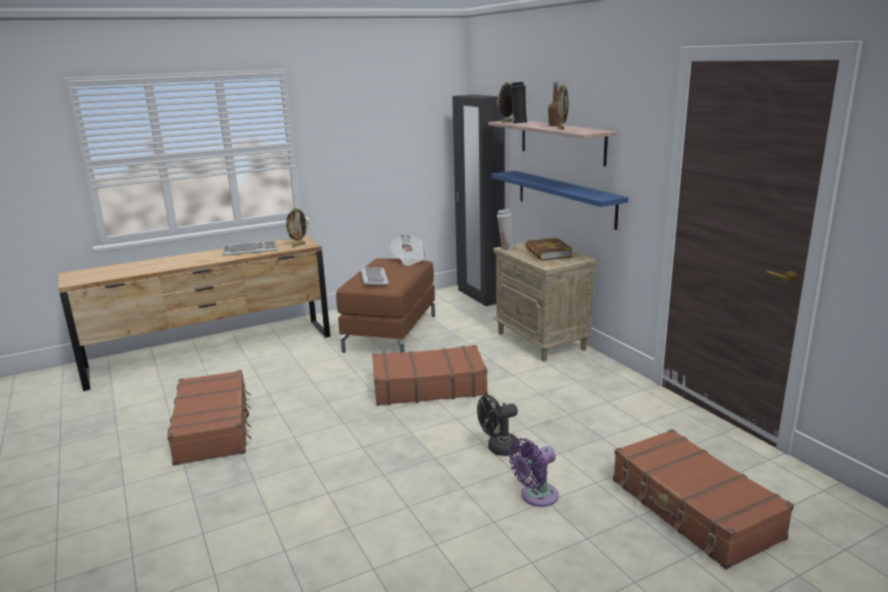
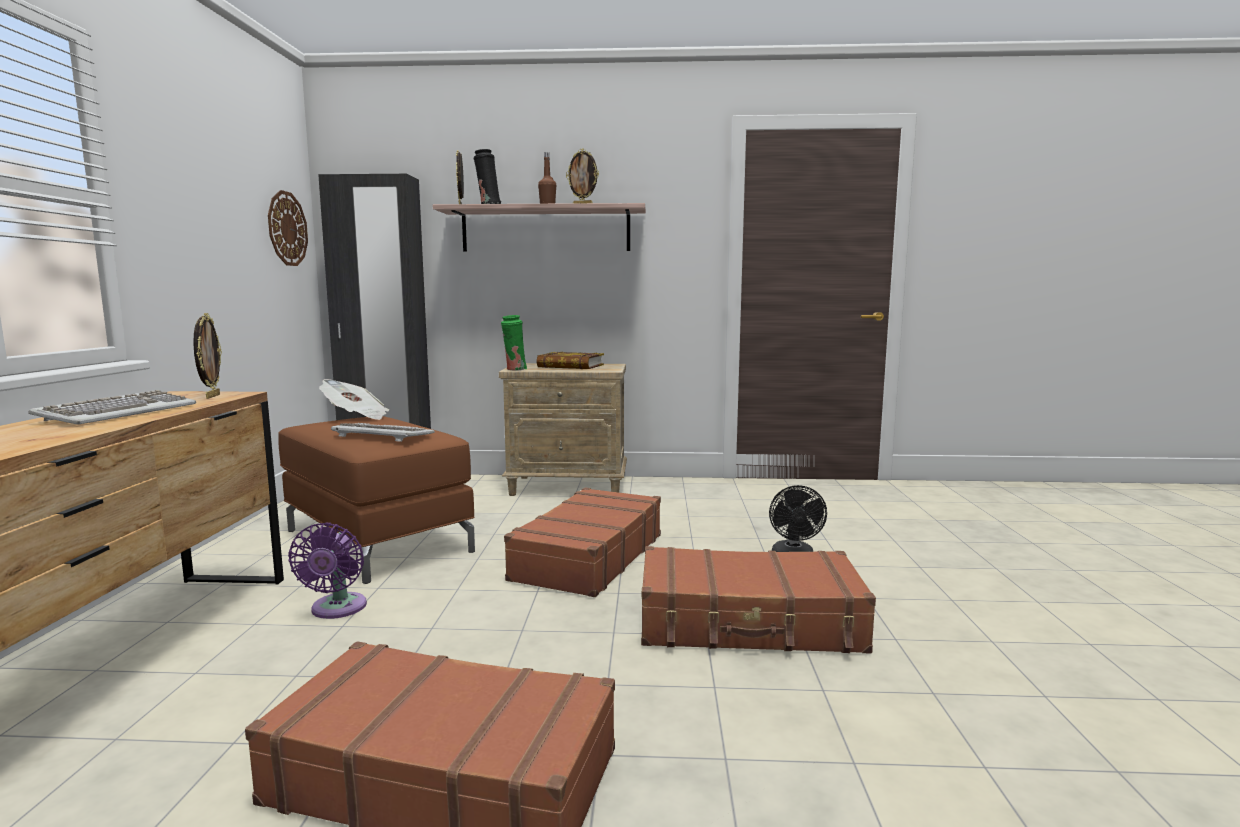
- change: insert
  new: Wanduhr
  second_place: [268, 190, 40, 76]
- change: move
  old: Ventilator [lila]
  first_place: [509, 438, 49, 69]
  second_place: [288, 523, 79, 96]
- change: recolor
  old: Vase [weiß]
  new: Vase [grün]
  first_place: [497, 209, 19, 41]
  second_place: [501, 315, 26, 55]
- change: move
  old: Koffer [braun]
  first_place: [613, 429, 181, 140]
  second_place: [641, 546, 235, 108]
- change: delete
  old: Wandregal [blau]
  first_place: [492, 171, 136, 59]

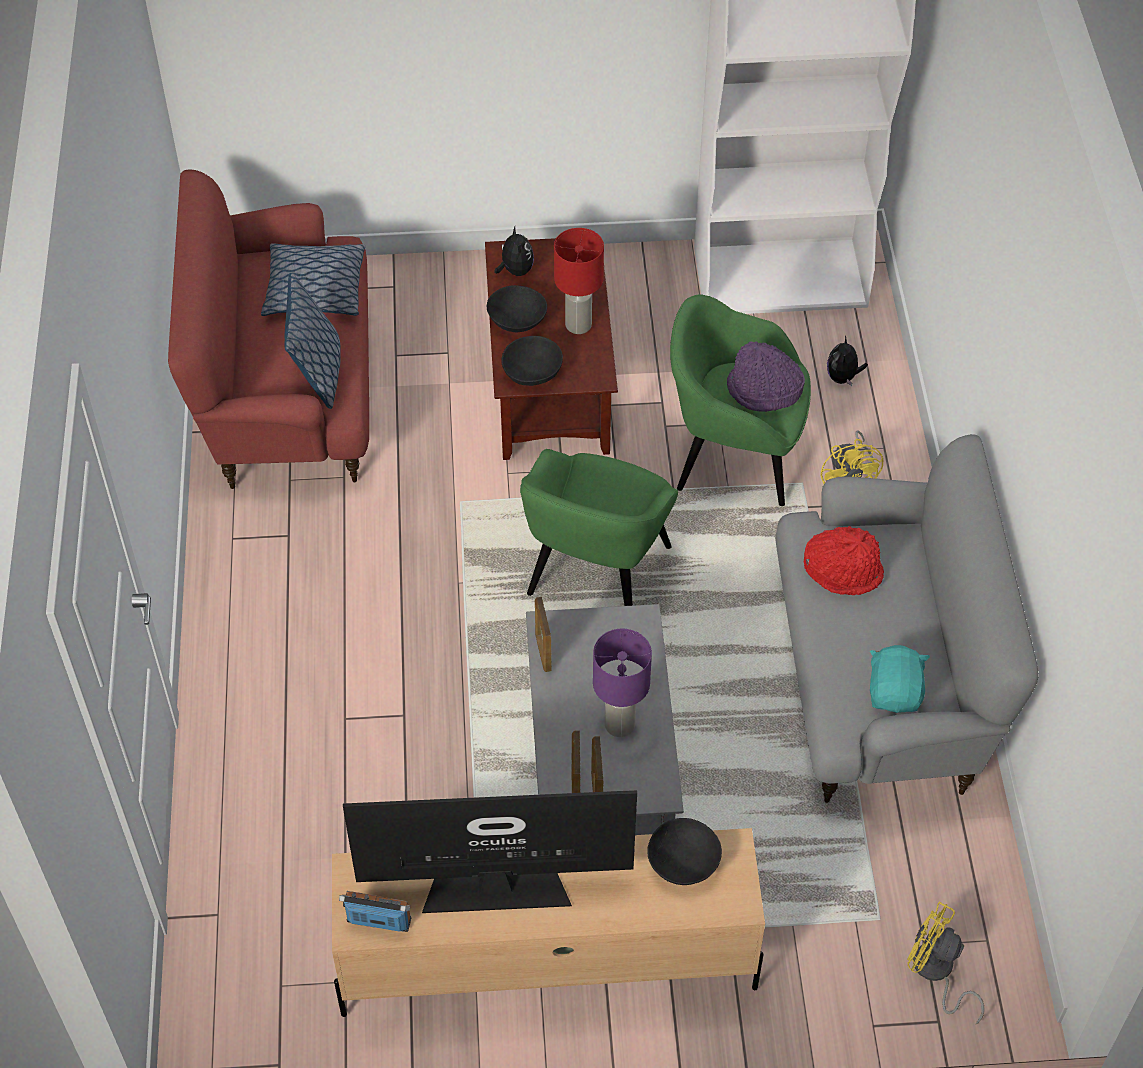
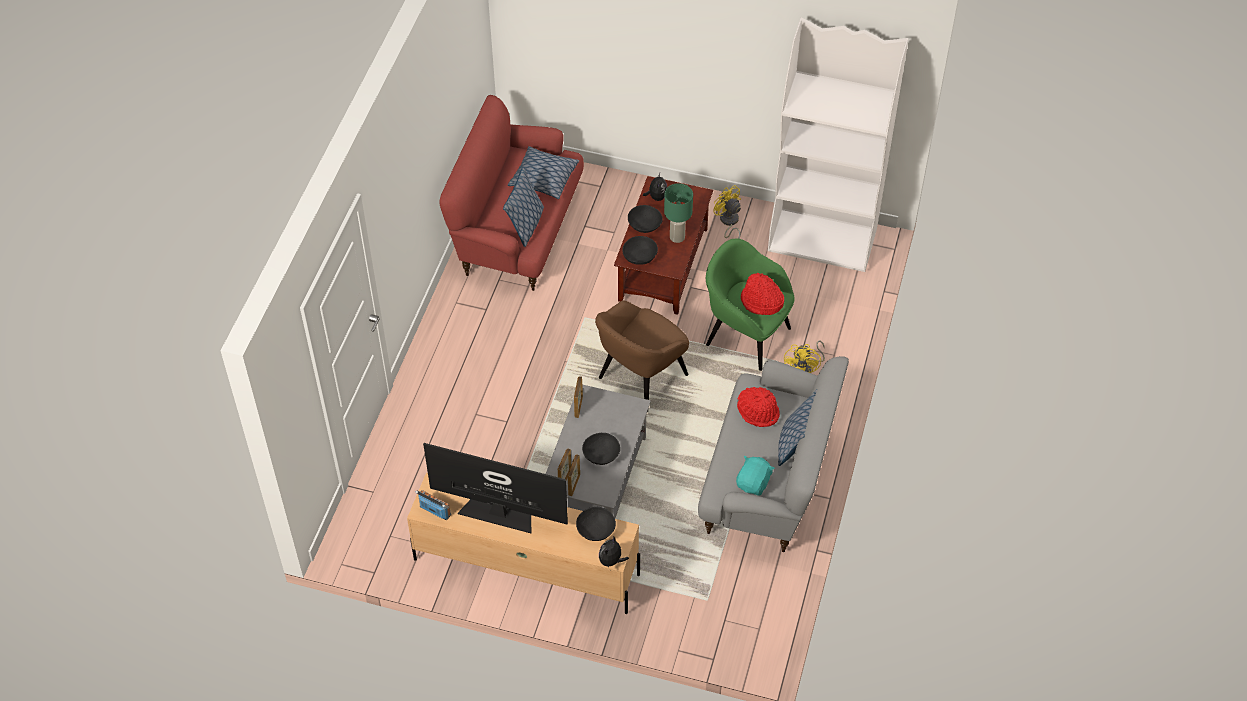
- change: replace
  old: Tischlampe [lila]
  new: Schüssel [schwarz]
  first_place: [593, 629, 59, 108]
  second_place: [582, 433, 38, 32]
- change: recolor
  old: Sessel [grün]
  new: Sessel [braun]
  first_place: [520, 449, 158, 157]
  second_place: [595, 301, 94, 111]
- change: move
  old: Plüschtier
  first_place: [827, 335, 41, 51]
  second_place: [599, 537, 30, 30]
- change: recolor
  old: Tischlampe [rot]
  new: Tischlampe [grün]
  first_place: [554, 228, 50, 106]
  second_place: [664, 183, 29, 60]
- change: move
  old: Ventilator [gelb]
  first_place: [907, 902, 77, 122]
  second_place: [713, 185, 28, 54]
- change: recolor
  old: Hut [lila]
  new: Hut [rot]
  first_place: [727, 341, 78, 71]
  second_place: [741, 273, 43, 42]
- change: insert
  new: Kissen
  second_place: [778, 389, 39, 77]

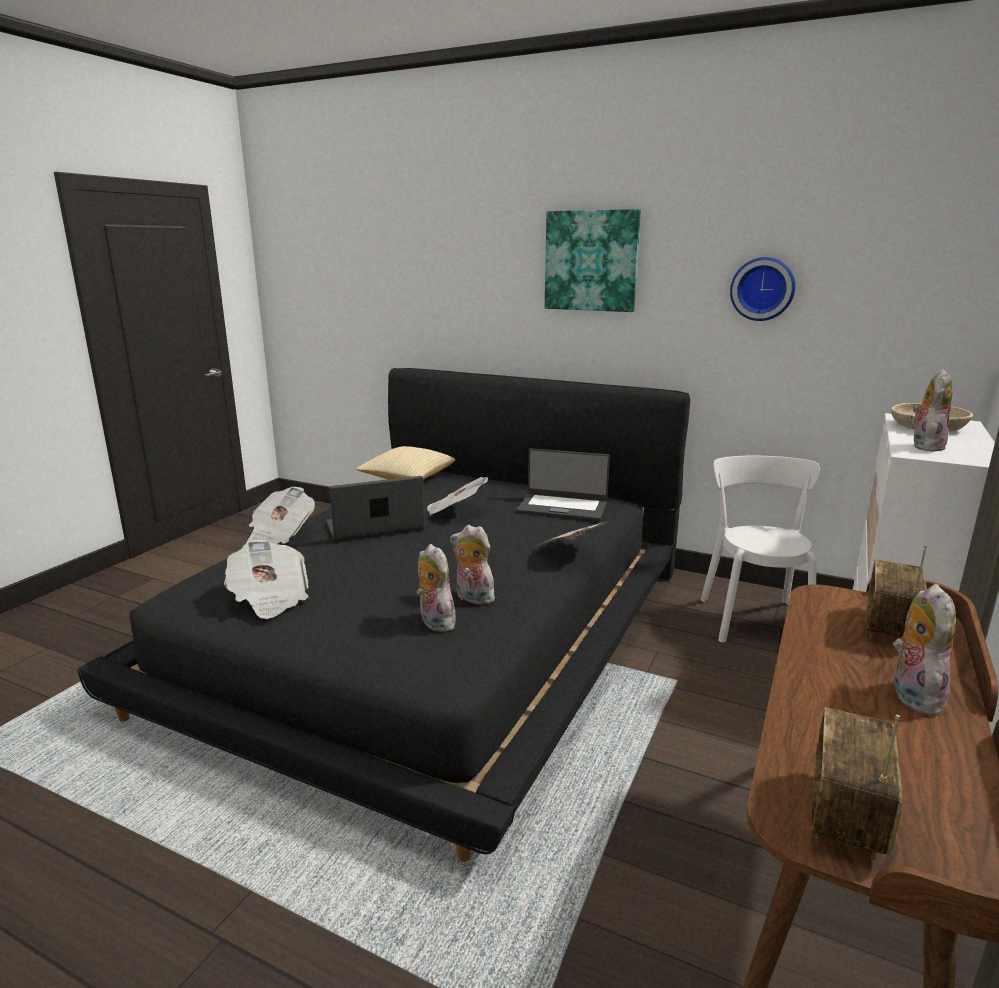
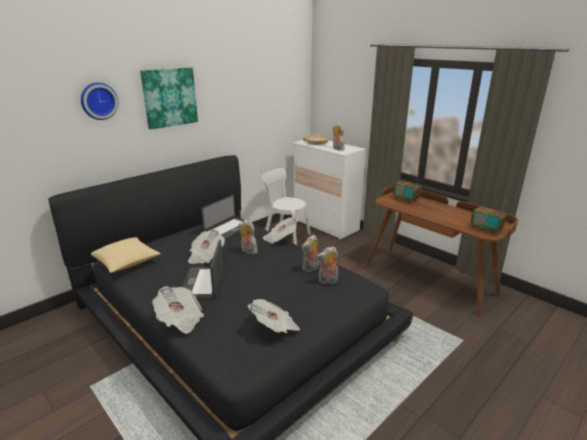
- change: move
  old: Wanduhr
  first_place: [730, 257, 65, 64]
  second_place: [81, 82, 37, 38]
- change: move
  old: Plüschtier
  first_place: [893, 584, 63, 134]
  second_place: [238, 220, 20, 34]

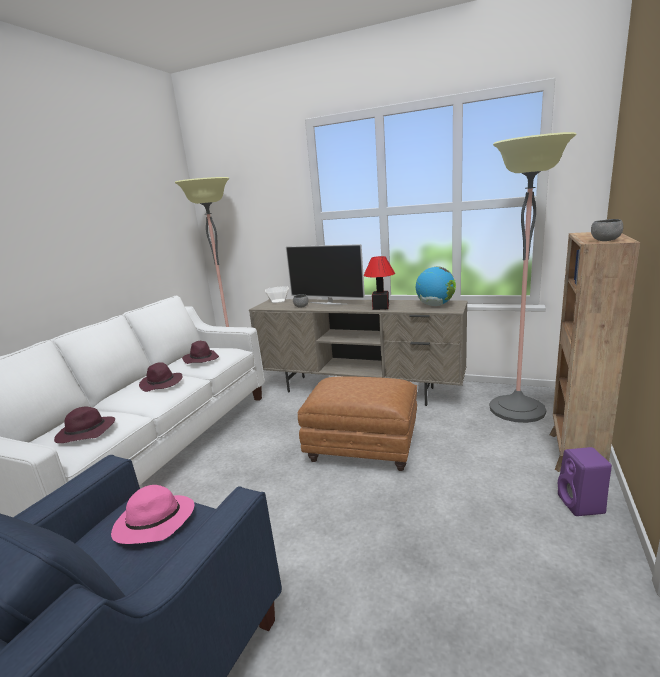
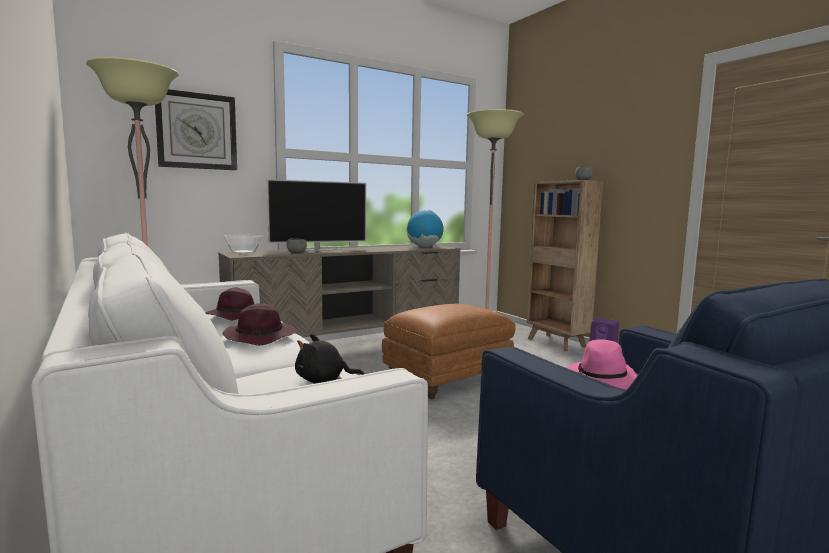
- change: insert
  new: Wanduhr
  second_place: [155, 89, 82, 81]
- change: replace
  old: Hut [lila]
  new: Plüschtier [schwarz]
  first_place: [54, 407, 61, 36]
  second_place: [295, 334, 69, 50]
- change: delete
  old: Tischlampe
  first_place: [364, 256, 31, 54]

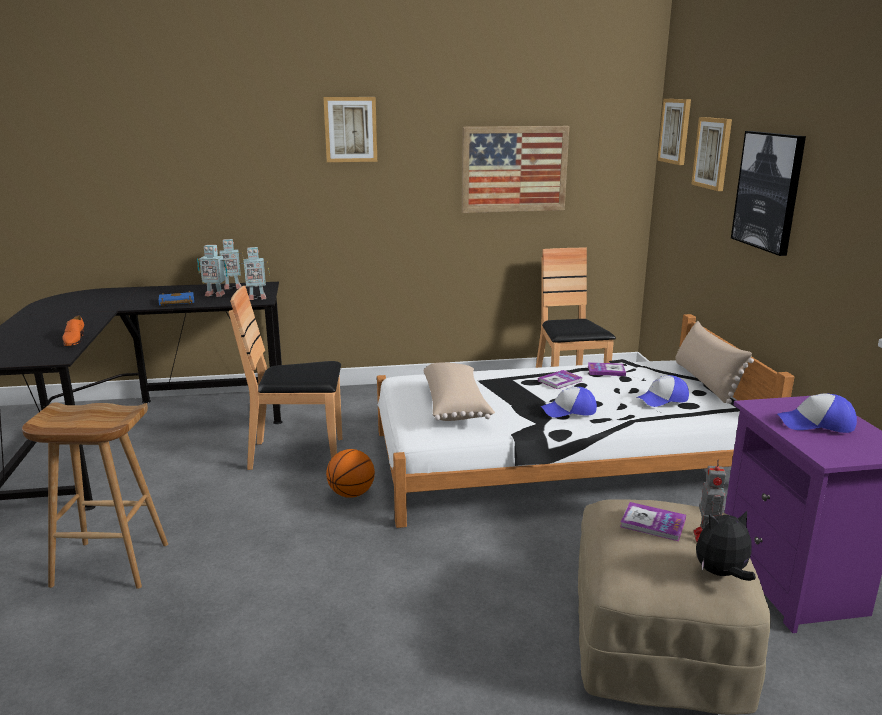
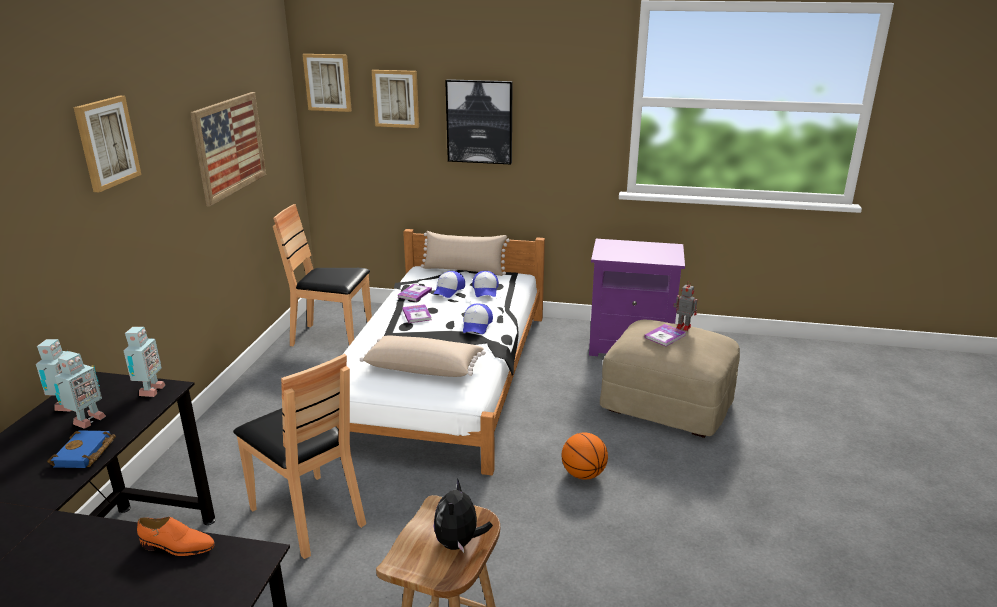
- change: rotate
  old: Stuhl [braun]
  first_place: [229, 286, 113, 184]
  second_place: [233, 354, 133, 205]
  degrees: -60
- change: move
  old: Kappe
  first_place: [777, 393, 80, 40]
  second_place: [433, 271, 32, 27]
- change: move
  old: Plüschtier
  first_place: [696, 511, 60, 70]
  second_place: [434, 478, 59, 74]
- change: move
  old: Basketball
  first_place: [326, 449, 49, 49]
  second_place: [562, 432, 46, 48]

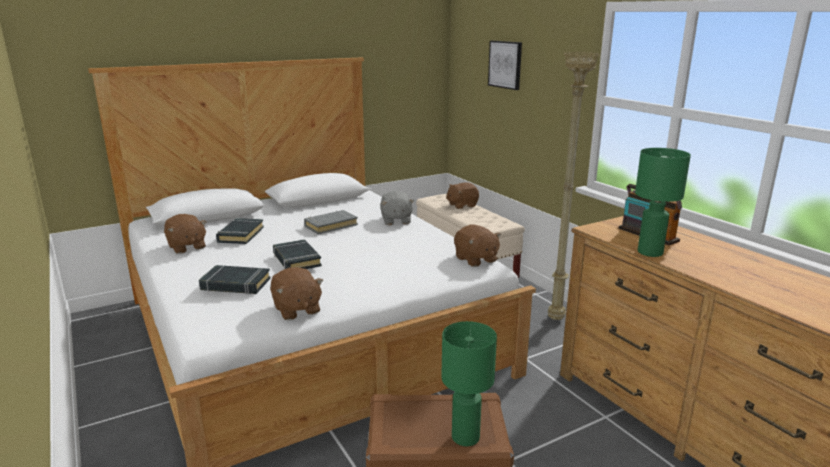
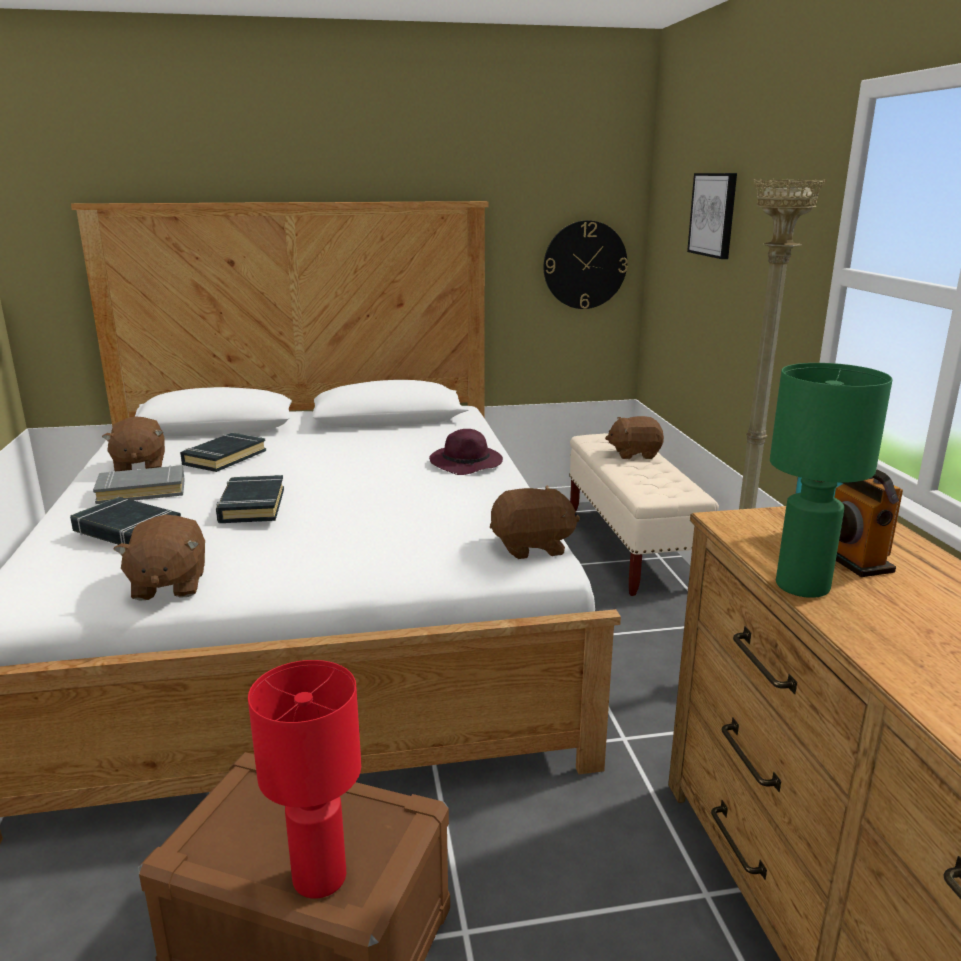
- change: move
  old: Buch [grau]
  first_place: [304, 210, 54, 24]
  second_place: [93, 465, 92, 39]
- change: recolor
  old: Tischlampe [grün]
  new: Tischlampe [rot]
  first_place: [441, 321, 56, 125]
  second_place: [248, 660, 113, 238]
- change: replace
  old: Plüschtier [grau]
  new: Hut [lila]
  first_place: [380, 191, 34, 34]
  second_place: [429, 429, 74, 46]
- change: rotate
  old: Plüschtier [braun]
  first_place: [454, 225, 47, 42]
  second_place: [490, 485, 90, 74]
  degrees: -90
- change: insert
  new: Wanduhr
  second_place: [544, 220, 83, 89]

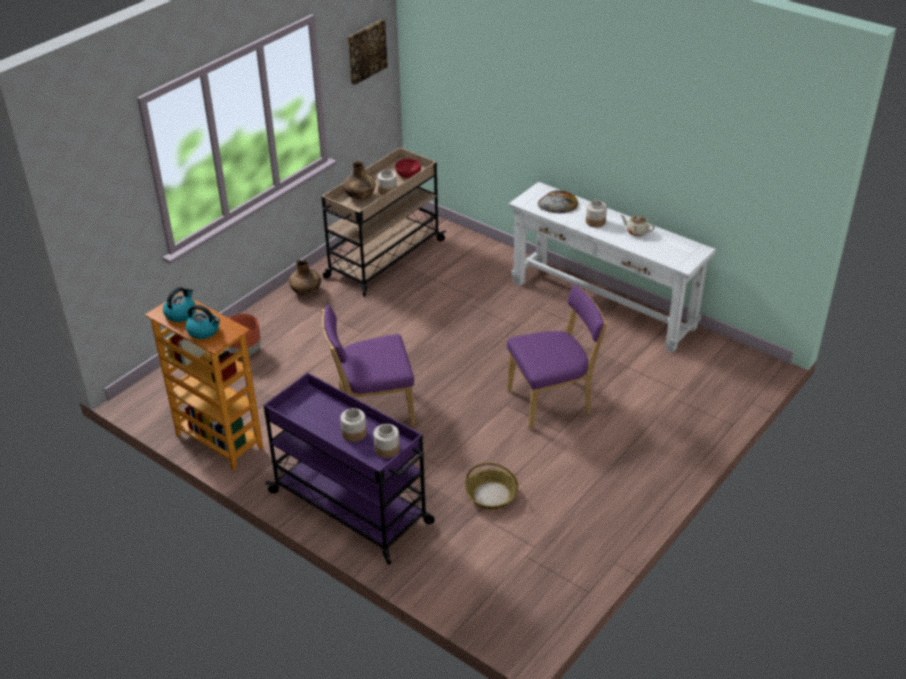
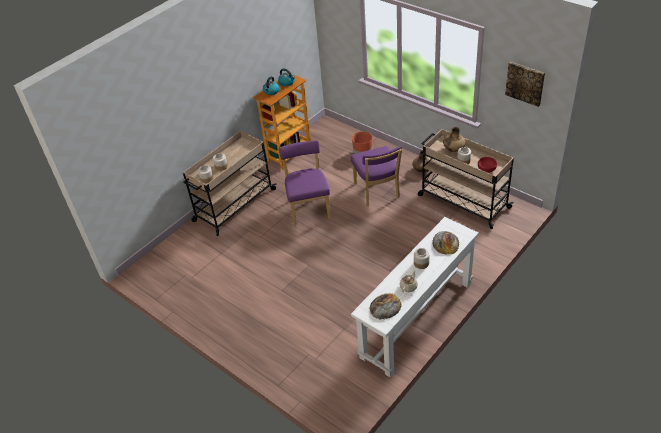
- change: recolor
  old: Rollwagen [lila]
  new: Rollwagen [beige]
  first_place: [263, 372, 172, 193]
  second_place: [183, 131, 94, 105]
- change: move
  old: Stuhl [lila]
  first_place: [507, 285, 100, 144]
  second_place: [351, 146, 51, 60]
- change: insert
  new: Brot
  second_place: [370, 293, 32, 27]
- change: delete
  old: Korb
  first_place: [465, 463, 53, 47]

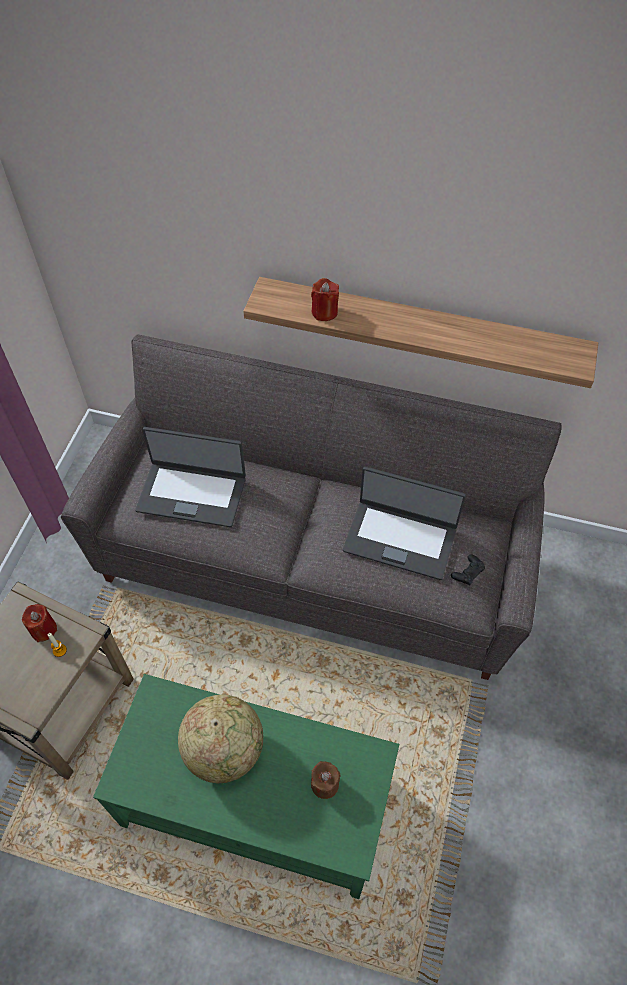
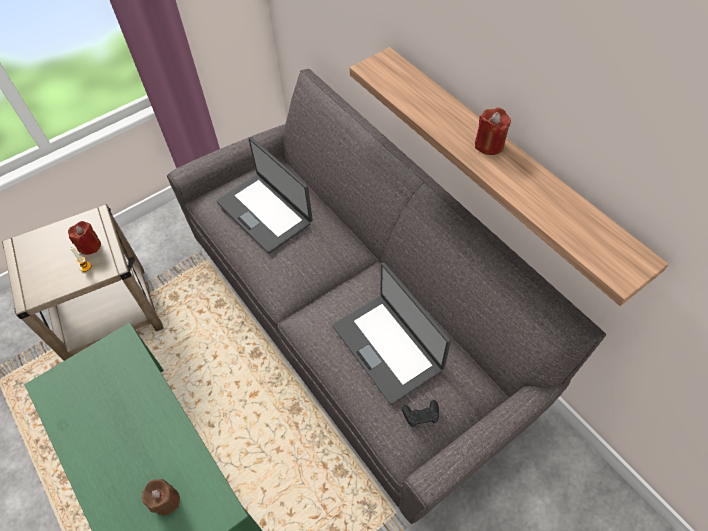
- change: move
  old: Kerze [rot]
  first_place: [311, 278, 28, 43]
  second_place: [475, 108, 36, 47]
- change: delete
  old: Globus
  first_place: [178, 695, 85, 88]

